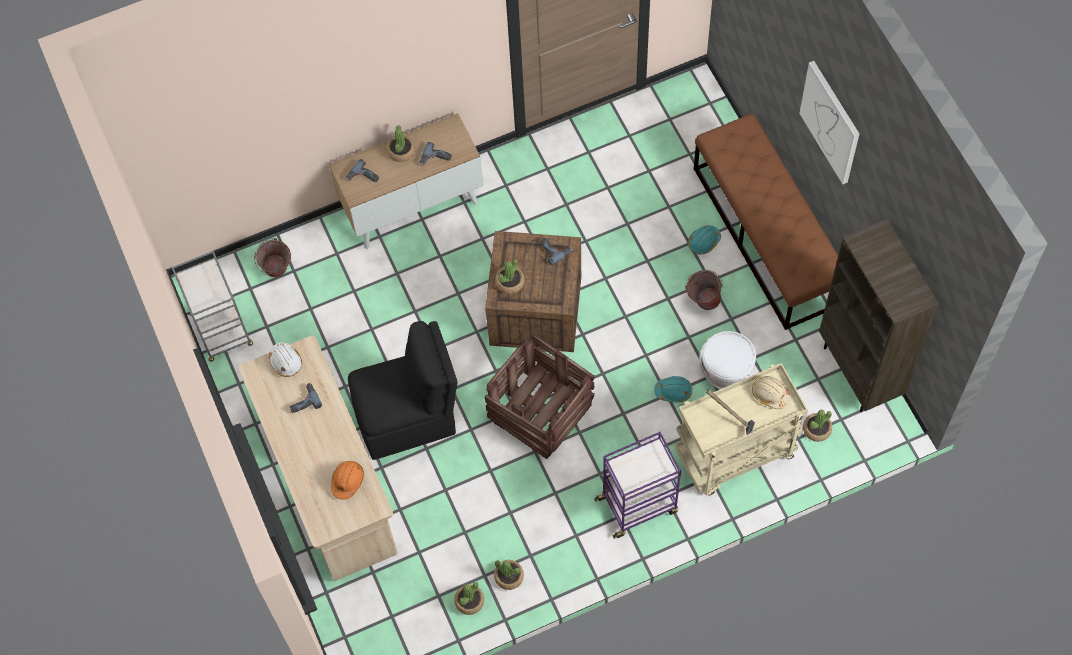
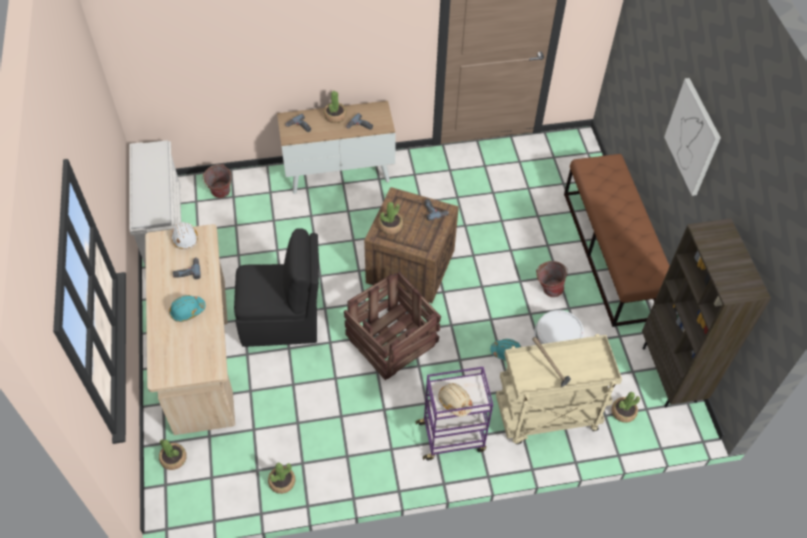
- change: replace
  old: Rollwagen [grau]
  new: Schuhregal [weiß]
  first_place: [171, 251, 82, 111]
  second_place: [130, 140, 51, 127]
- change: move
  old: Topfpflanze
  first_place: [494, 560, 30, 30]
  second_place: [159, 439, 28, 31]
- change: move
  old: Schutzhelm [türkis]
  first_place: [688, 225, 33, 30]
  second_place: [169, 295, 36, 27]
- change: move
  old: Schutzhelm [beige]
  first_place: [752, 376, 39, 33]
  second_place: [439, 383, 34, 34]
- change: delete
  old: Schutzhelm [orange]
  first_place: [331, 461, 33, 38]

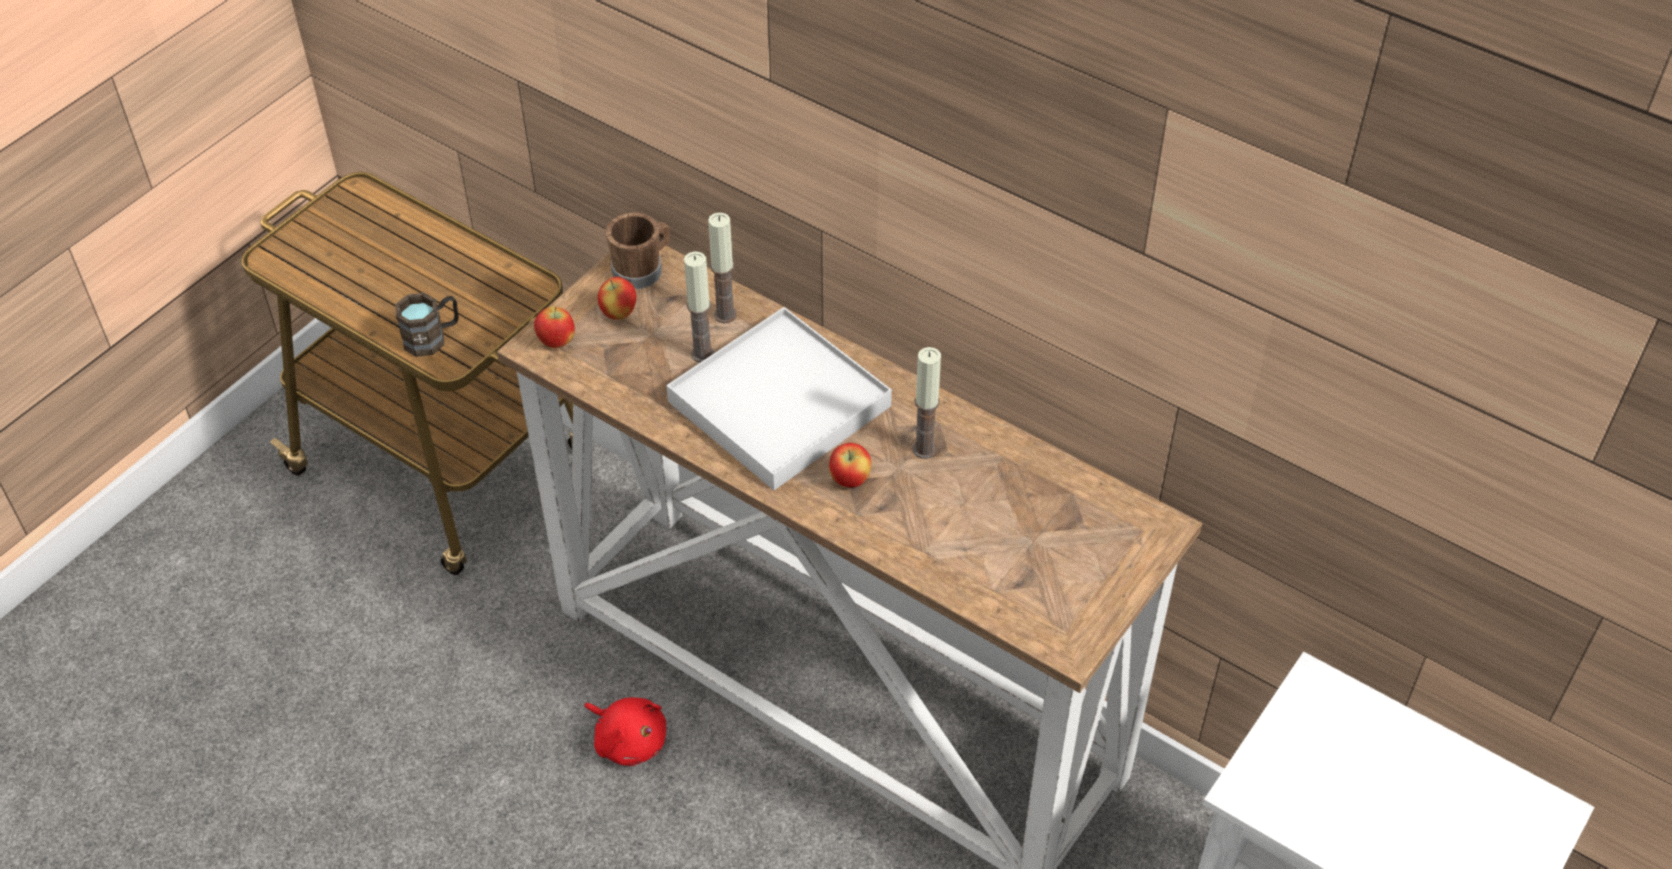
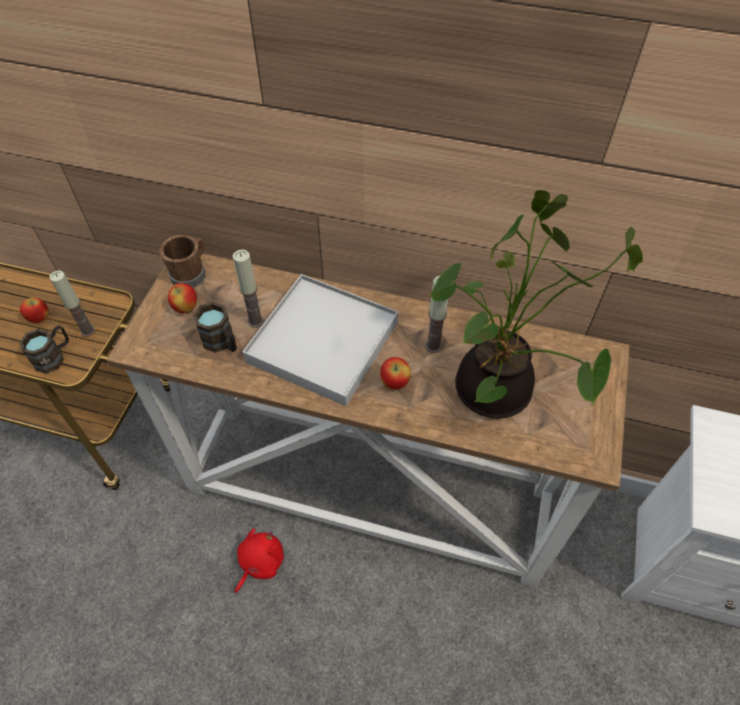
- change: move
  old: Apfel
  first_place: [534, 307, 41, 41]
  second_place: [20, 298, 29, 25]
- change: move
  old: Kerze
  first_place: [708, 212, 28, 111]
  second_place: [49, 270, 46, 67]
- change: insert
  new: Henkelbecher [braun]
  second_place: [193, 302, 44, 51]
- change: rotate
  old: Plüschtier [rot]
  first_place: [584, 697, 82, 69]
  second_place: [235, 528, 49, 66]
  degrees: -75
- change: insert
  new: Topfpflanze
  second_place: [430, 190, 213, 229]

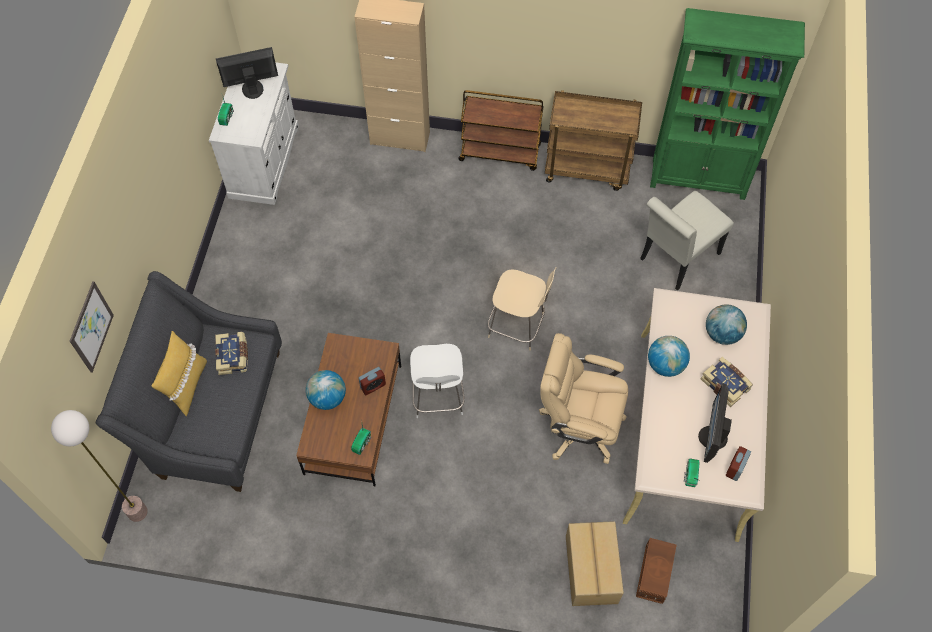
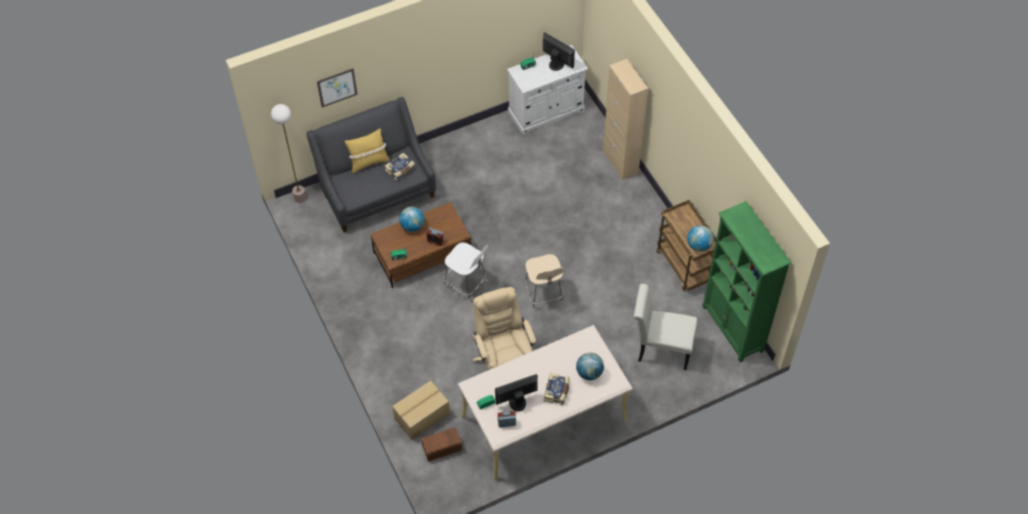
- change: rotate
  old: Stuhl [weiß]
  first_place: [410, 344, 55, 74]
  second_place: [444, 243, 44, 59]
  degrees: -105
- change: move
  old: Globus
  first_place: [648, 336, 42, 41]
  second_place: [687, 225, 27, 27]
- change: delete
  old: Rollwagen [braun]
  first_place: [458, 90, 86, 81]

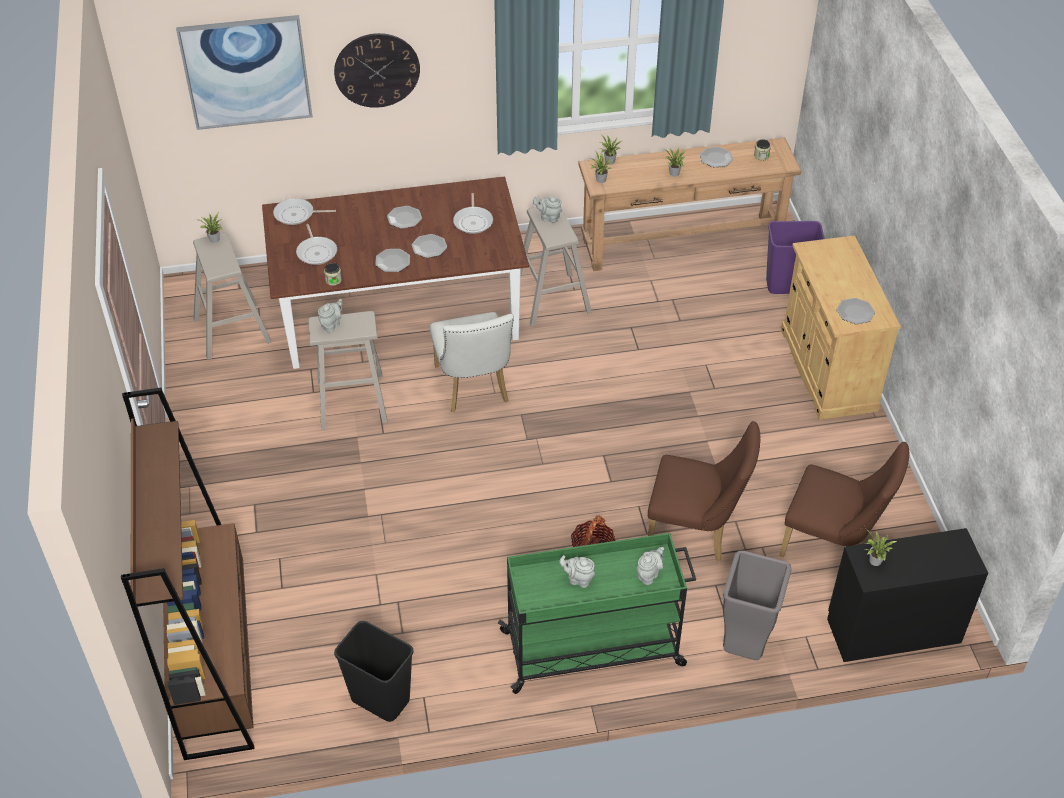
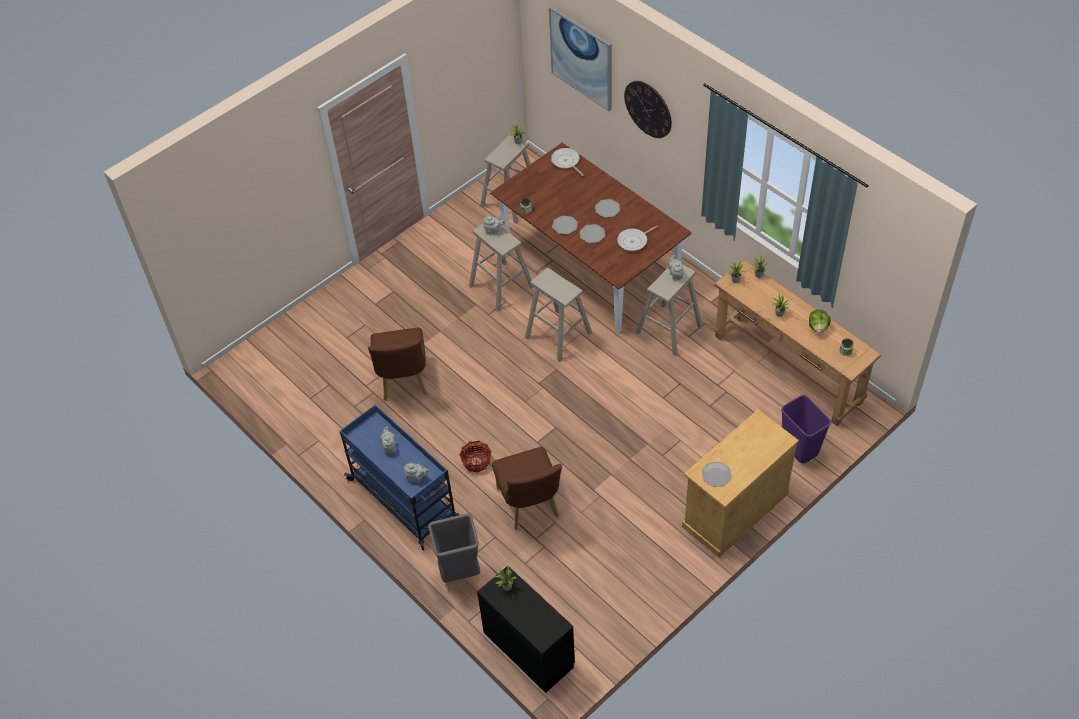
- change: recolor
  old: Rollwagen [grün]
  new: Rollwagen [blau]
  first_place: [498, 533, 198, 161]
  second_place: [340, 404, 119, 146]
- change: move
  old: Stuhl [braun]
  first_place: [779, 442, 130, 115]
  second_place: [368, 328, 59, 73]
- change: replace
  old: Stuhl [weiß]
  new: Hocker [beige]
  first_place: [430, 312, 84, 100]
  second_place: [525, 268, 67, 94]
- change: replace
  old: Teller
  new: Salatkopf
  first_place: [700, 147, 33, 21]
  second_place: [809, 309, 22, 25]
- change: delete
  old: Bücherregal [braun]
  first_place: [121, 388, 134, 372]
- change: delete
  old: Pfanne
  first_place: [296, 224, 41, 41]
- change: delete
  old: Mülleimer [schwarz]
  first_place: [334, 621, 80, 101]

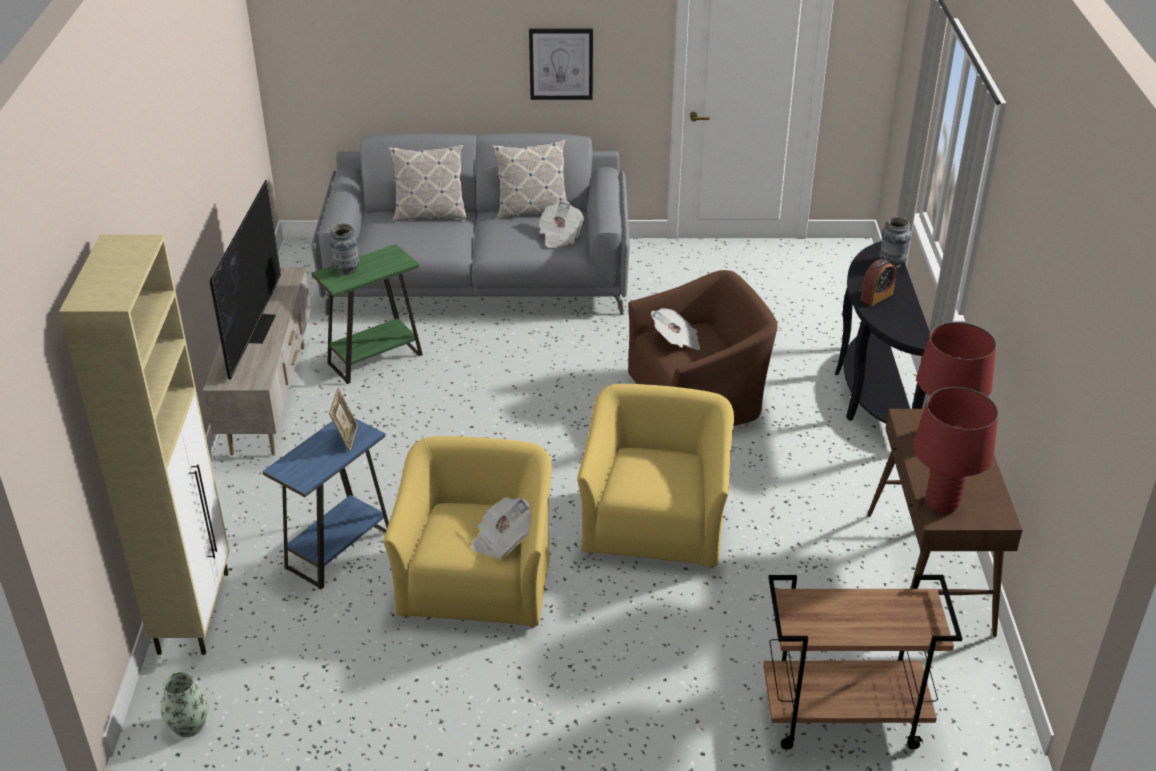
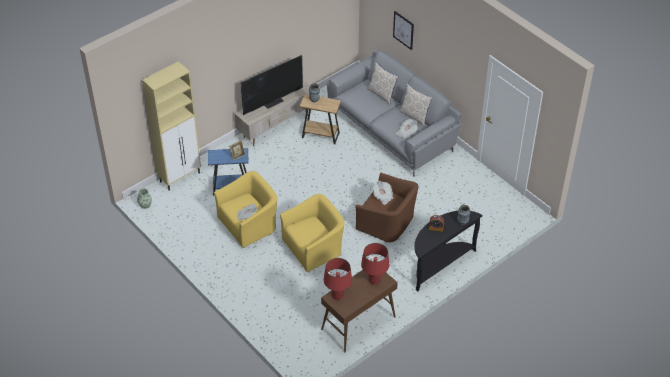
- change: recolor
  old: Beistelltisch [grün]
  new: Beistelltisch [braun]
  first_place: [311, 244, 112, 140]
  second_place: [299, 94, 42, 50]
- change: move
  old: Bild
  first_place: [529, 29, 64, 71]
  second_place: [393, 11, 21, 39]
- change: delete
  old: Rollwagen [braun]
  first_place: [763, 575, 199, 175]

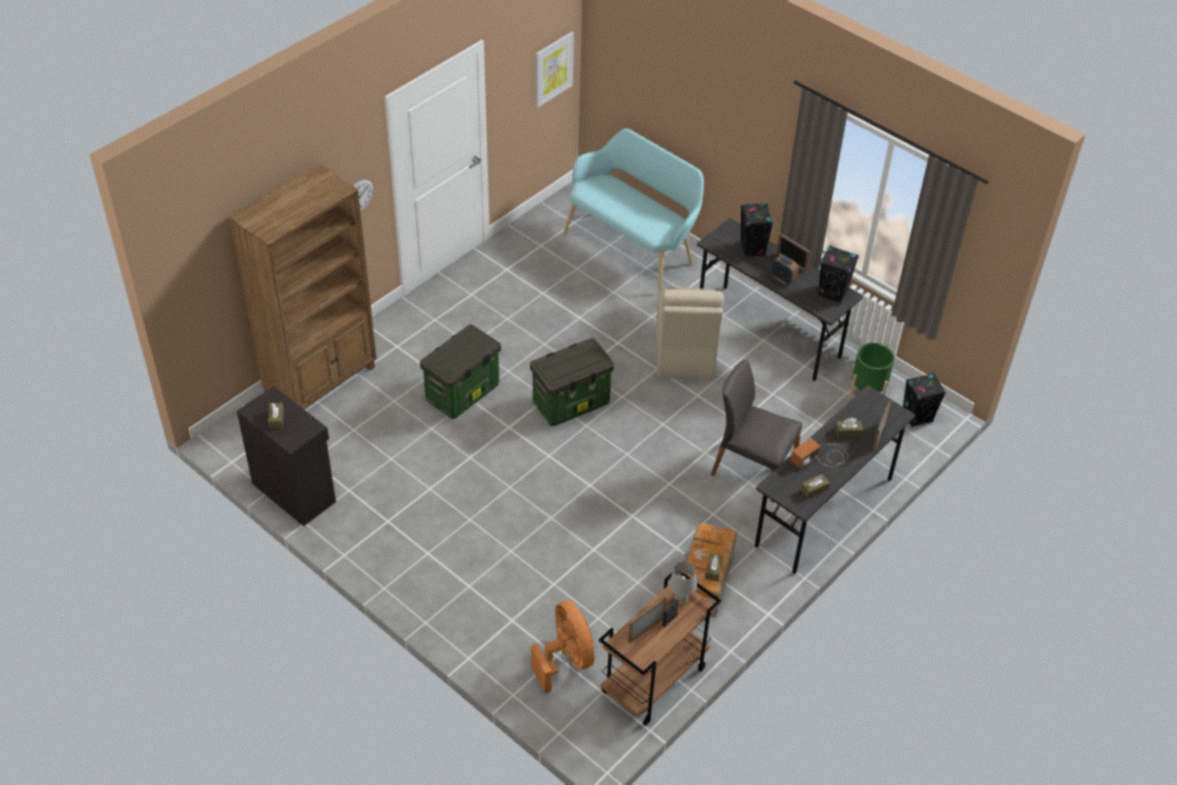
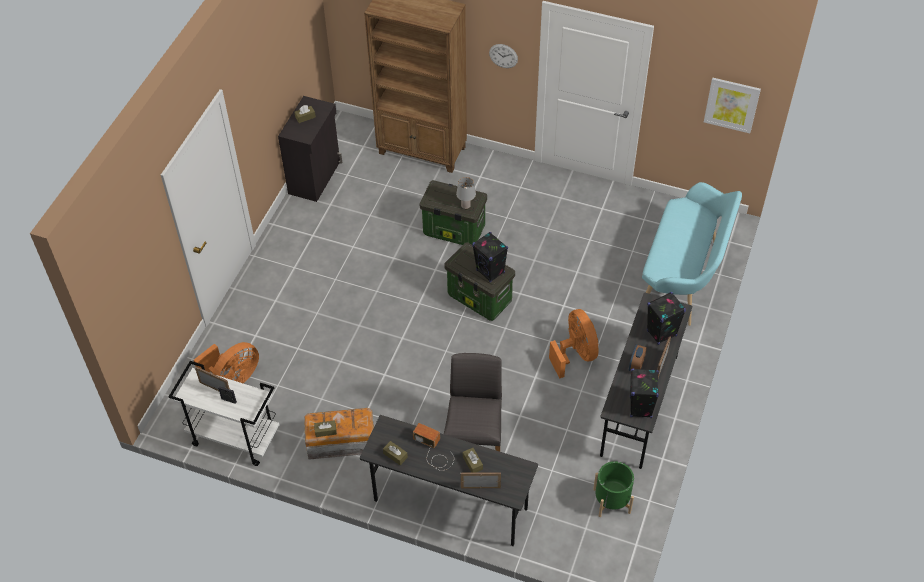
- change: recolor
  old: Rollwagen [braun]
  new: Rollwagen [weiß]
  first_place: [599, 573, 122, 153]
  second_place: [169, 361, 111, 105]
- change: move
  old: Tischlampe [grau]
  first_place: [669, 561, 28, 44]
  second_place: [456, 177, 20, 32]
- change: move
  old: Lautsprecher [schwarz]
  first_place: [903, 373, 43, 54]
  second_place: [472, 232, 36, 51]
- change: replace
  old: Stuhl [beige]
  new: Ventilator [orange]
  first_place: [656, 287, 68, 93]
  second_place: [549, 309, 49, 69]

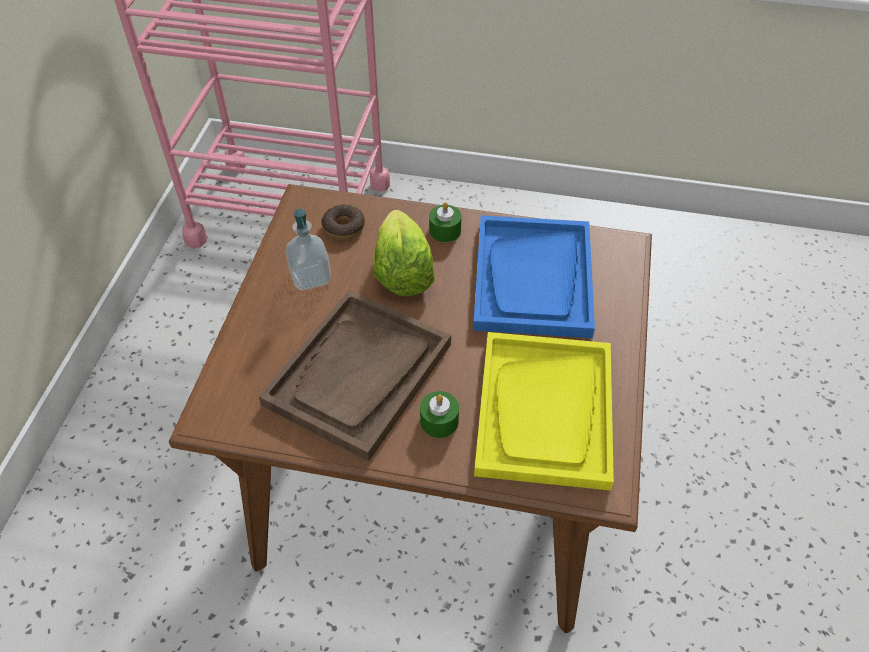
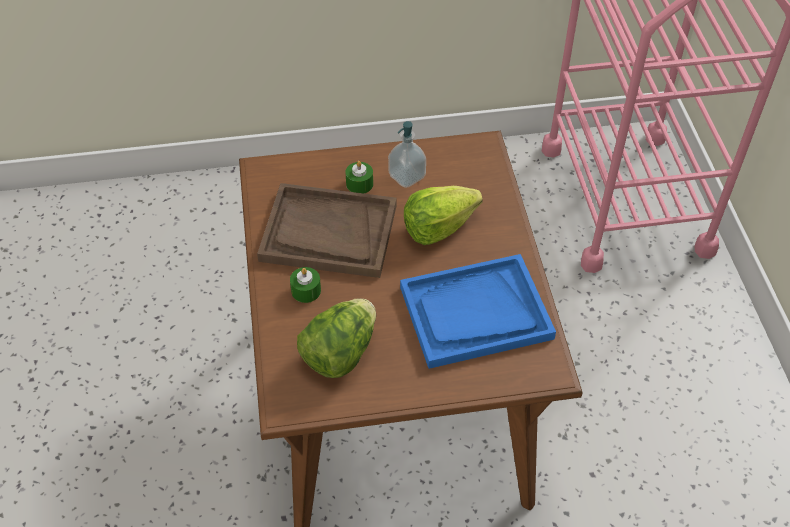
- change: replace
  old: Tablett [gelb]
  new: Salatkopf
  first_place: [474, 332, 140, 159]
  second_place: [297, 298, 79, 80]
- change: move
  old: Kerze [grün]
  first_place: [429, 202, 33, 41]
  second_place: [346, 161, 27, 32]
- change: delete
  old: Donut
  first_place: [321, 204, 44, 36]

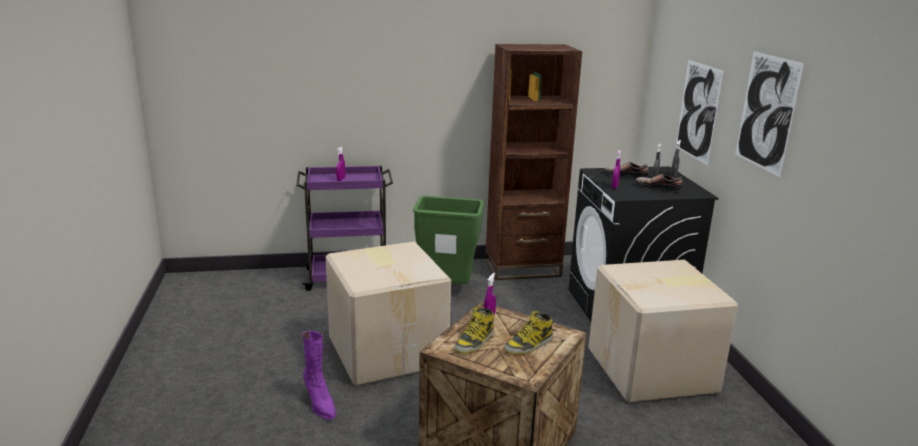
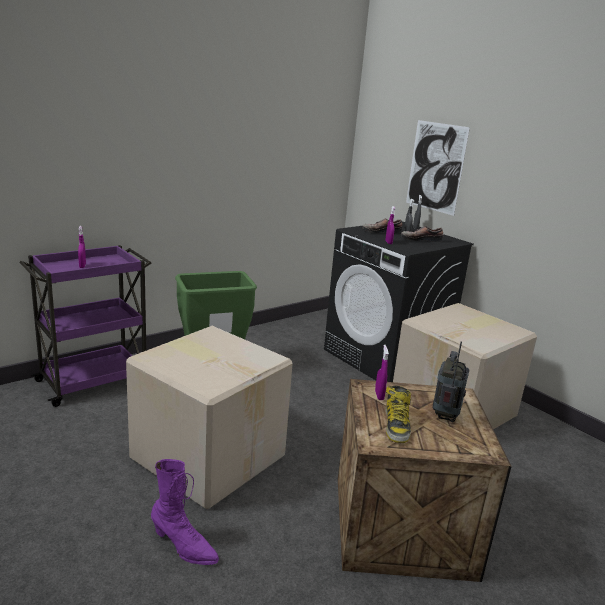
- change: replace
  old: Stiefel
  new: Radio
  first_place: [503, 311, 50, 44]
  second_place: [433, 342, 36, 80]
- change: delete
  old: Bücherregal [braun]
  first_place: [485, 44, 97, 236]
- change: delete
  old: Bild
  first_place: [735, 51, 69, 126]

